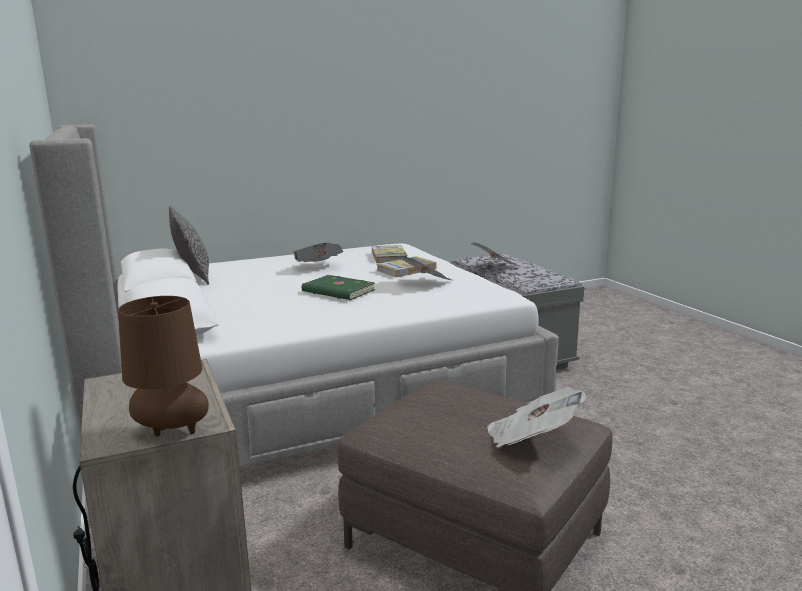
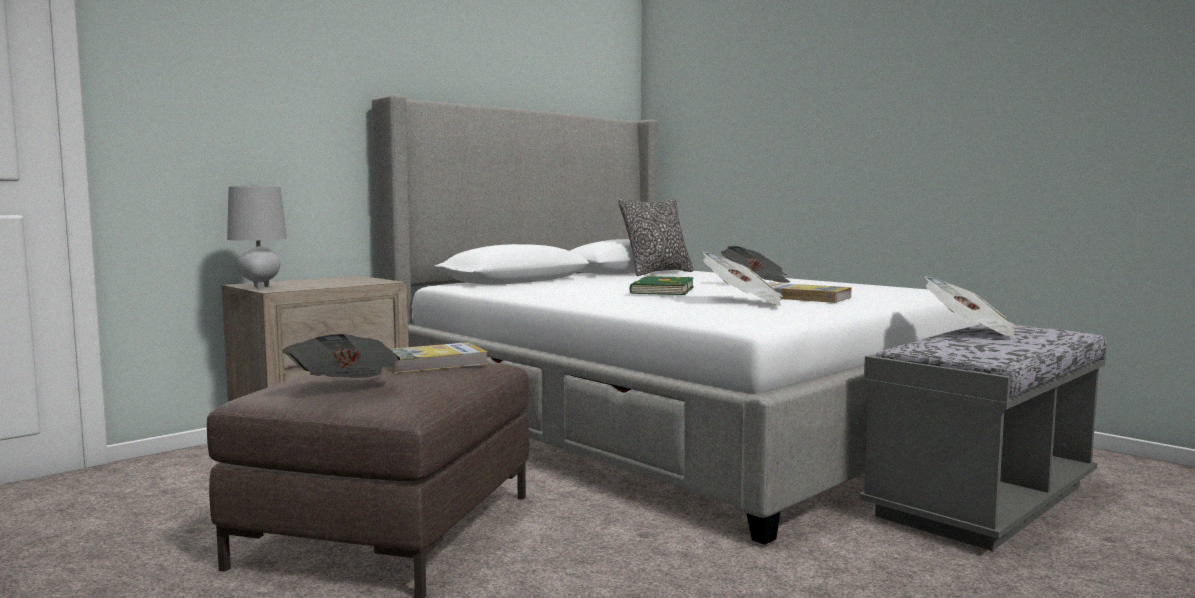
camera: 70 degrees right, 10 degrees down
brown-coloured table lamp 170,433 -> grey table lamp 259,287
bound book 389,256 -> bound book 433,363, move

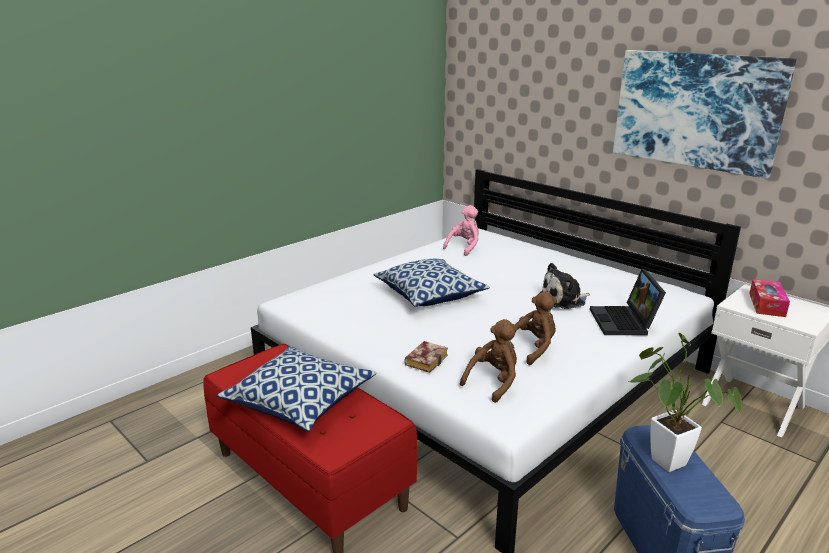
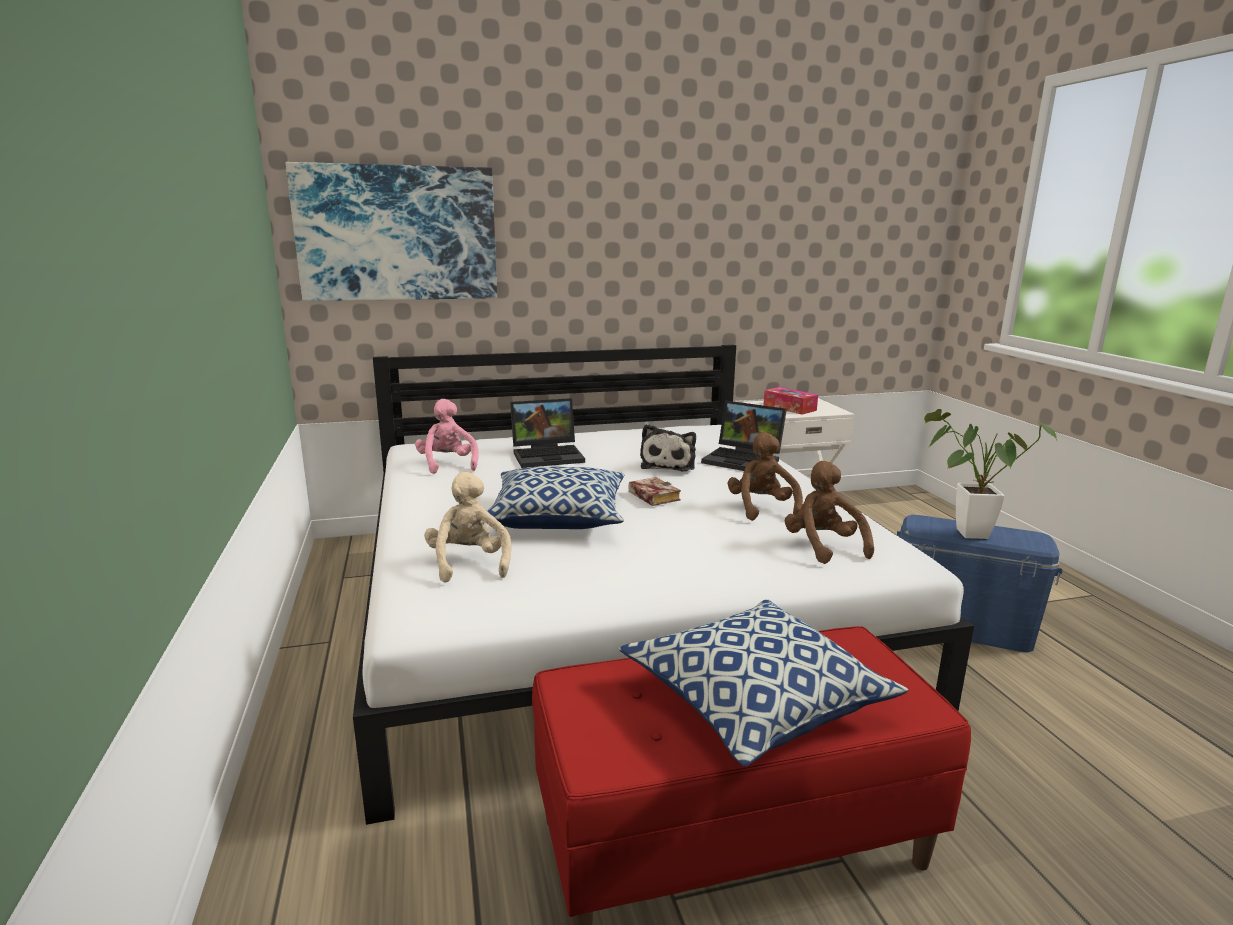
camera: 60 degrees left, 5 degrees down
wall art 696,110 -> wall art 397,233, move
none -> beige plush toy 469,563
none -> notebook computer 549,455
bound book 426,359 -> bound book 651,496, move

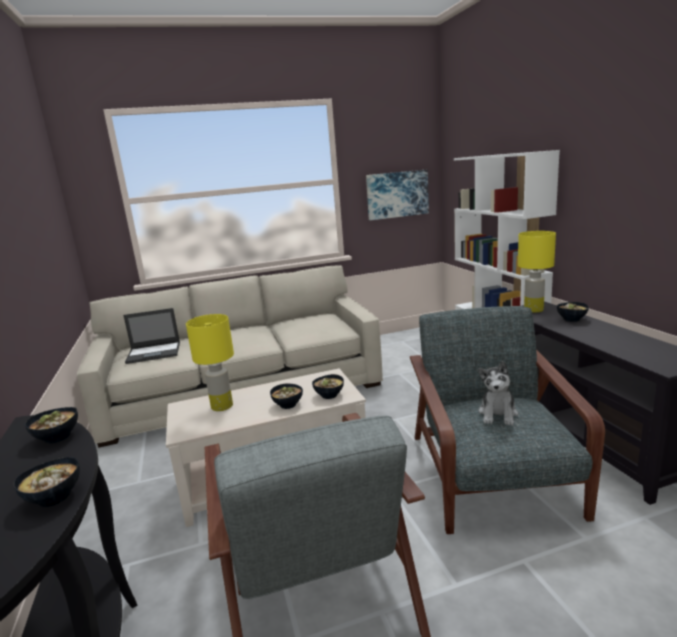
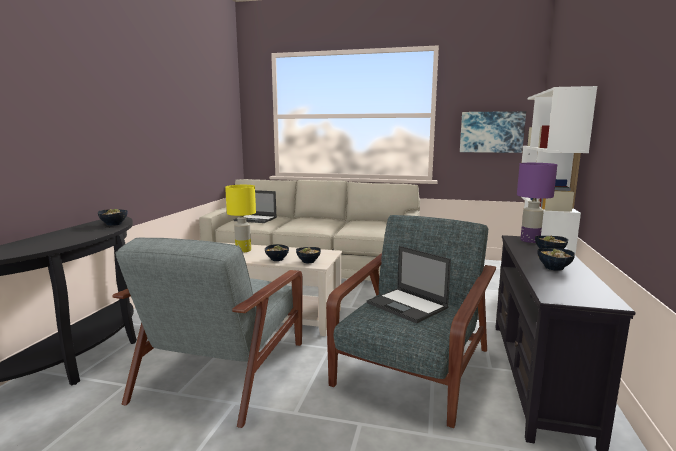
camera: 30 degrees right, 5 degrees down
plush toy 498,414 -> notebook computer 408,306
yellowish table lamp 533,310 -> purple-coloured table lamp 530,240
serving bowl 55,498 -> serving bowl 554,268, move

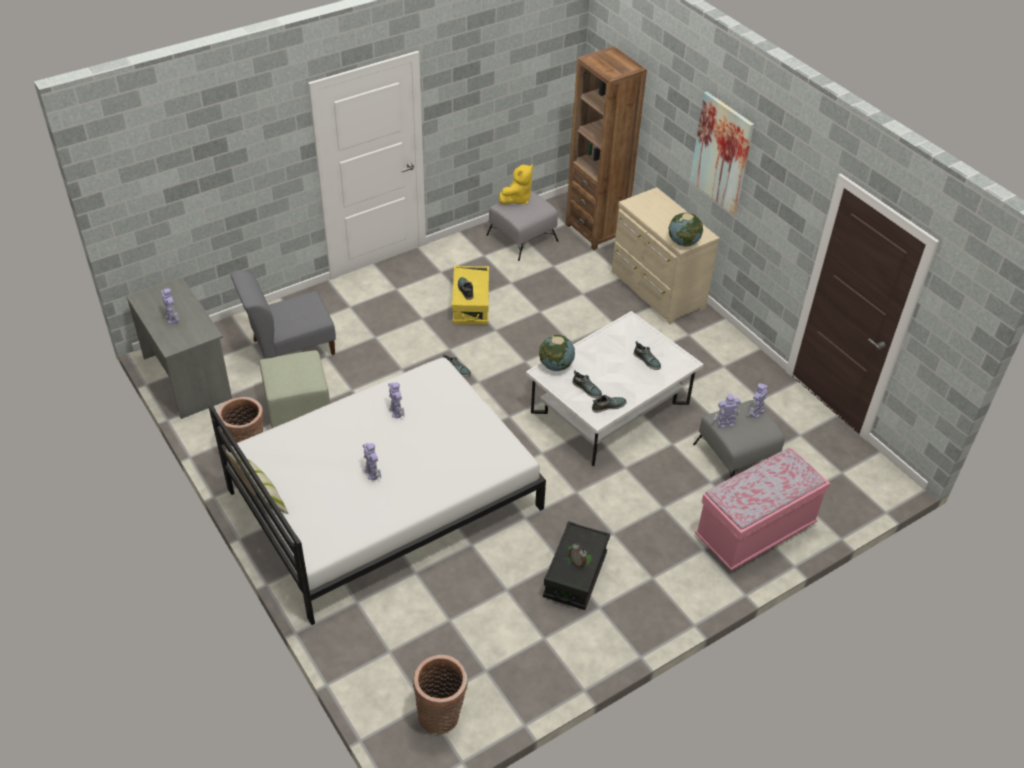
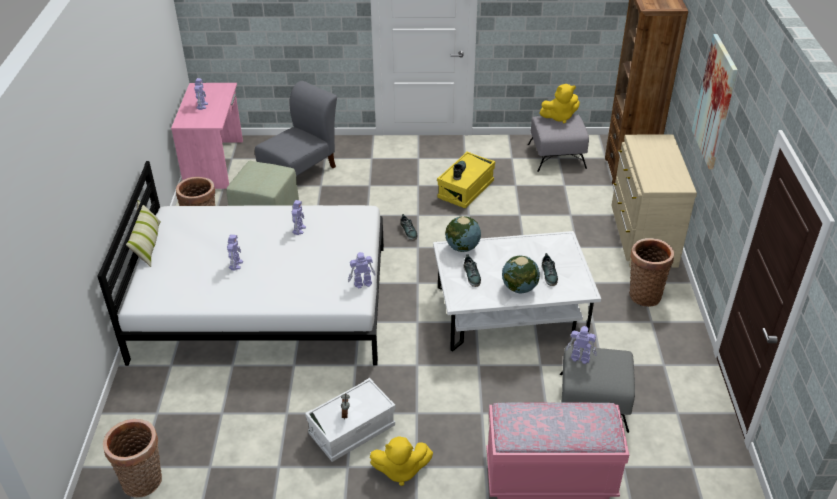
camera: 35 degrees right, 5 degrees down
grey desk 188,377 -> pink-coloured desk 215,164
grey plain chair 290,348 -> grey plain chair 301,170, 120 degrees clockwise
black storage bin 575,575 -> white-coloured storage bin 352,430
toy robot 755,412 -> toy robot 362,283, move
none -> yellowish plush toy 400,470
world globe 683,243 -> world globe 519,288, move
none -> basket 643,294
shoe 608,406 -> none

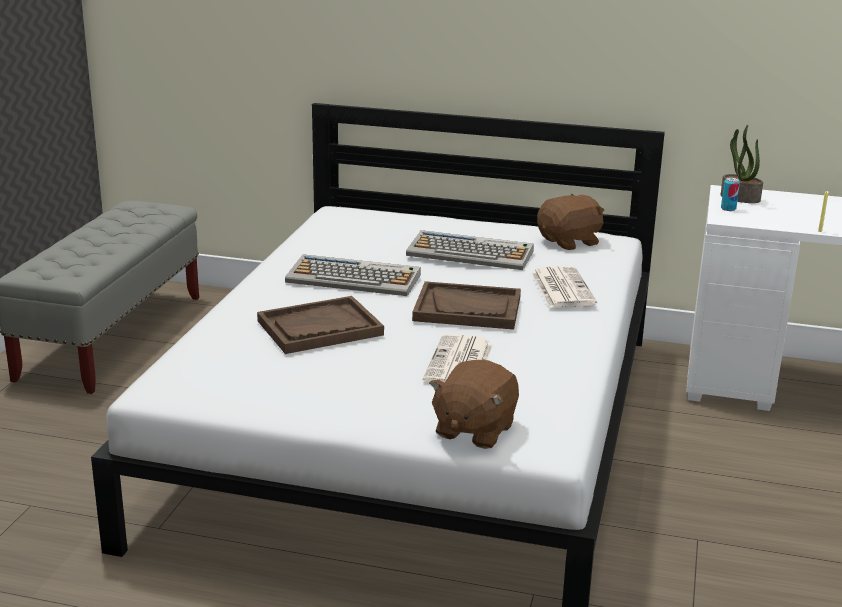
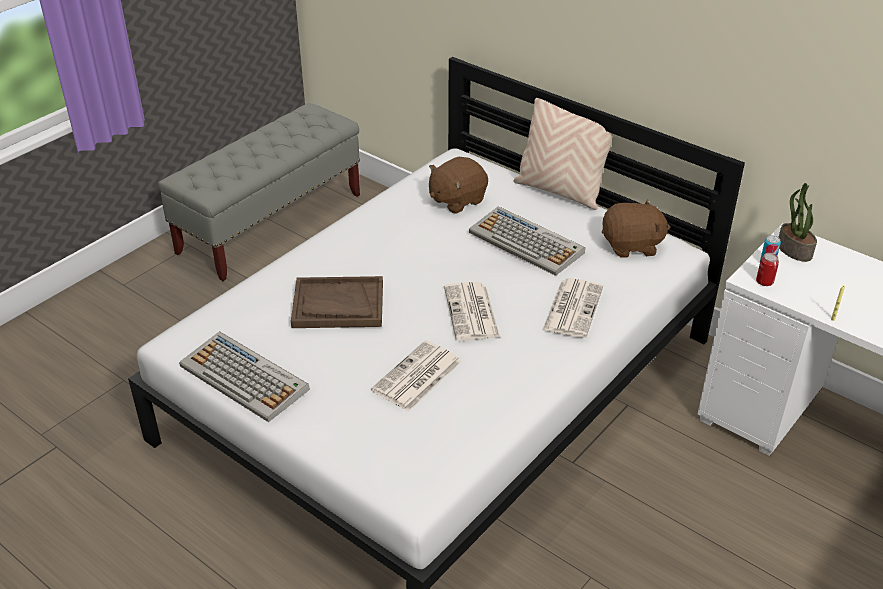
camera: 25 degrees right, 15 degrees up
computer keyboard 355,278 -> computer keyboard 245,378, move
brown-coloured plush toy 473,430 -> brown-coloured plush toy 456,200, move
brown-coloured carrying tray 468,309 -> printed paper 472,313
none -> beige pillow 560,191
none -> metal can 764,282

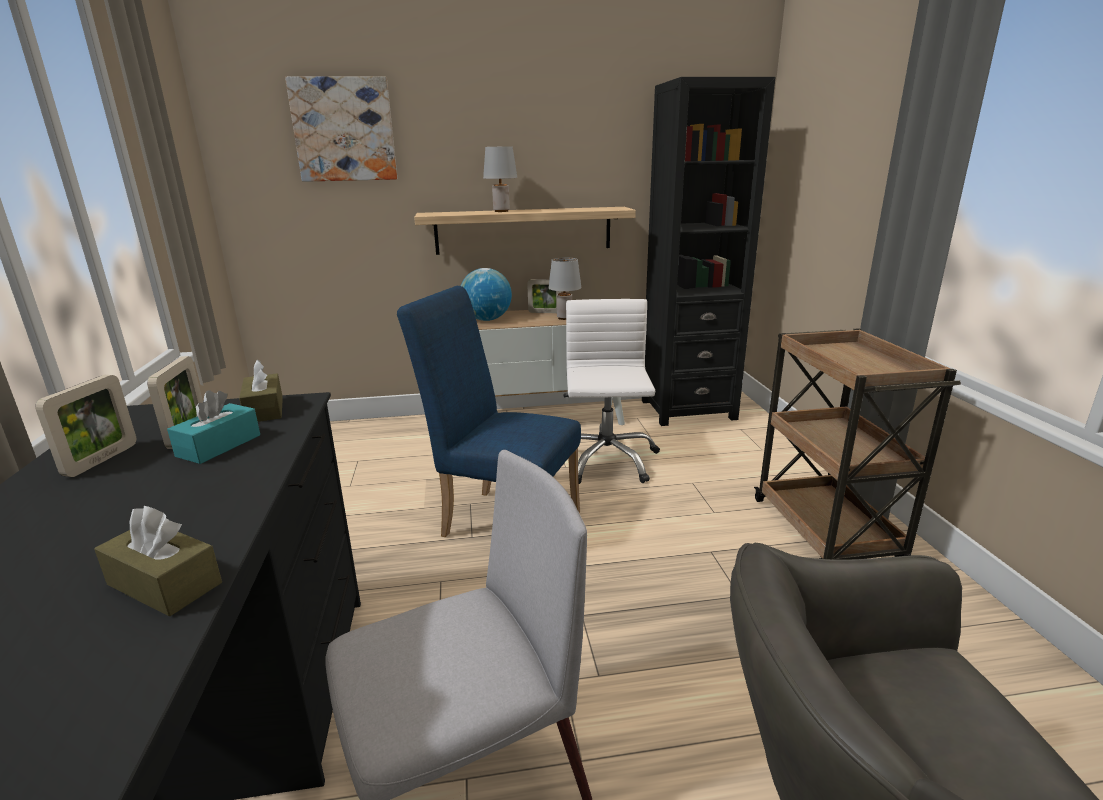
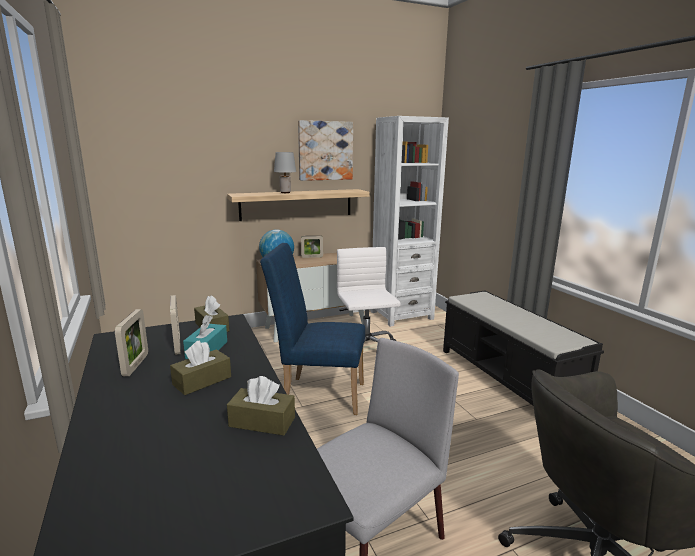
camera: 15 degrees left, 5 degrees down
none -> brown-coloured tissue holder 202,381
wall art 344,130 -> wall art 325,150, move
black bookshelf 687,409 -> white-coloured bookshelf 401,315
brown-coloured wheeled cart 826,532 -> black indoor bench 508,378
grey table lamp 564,318 -> none

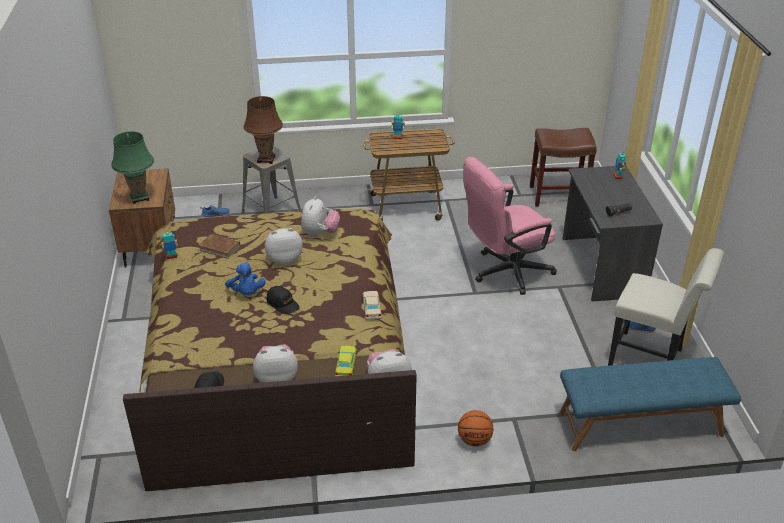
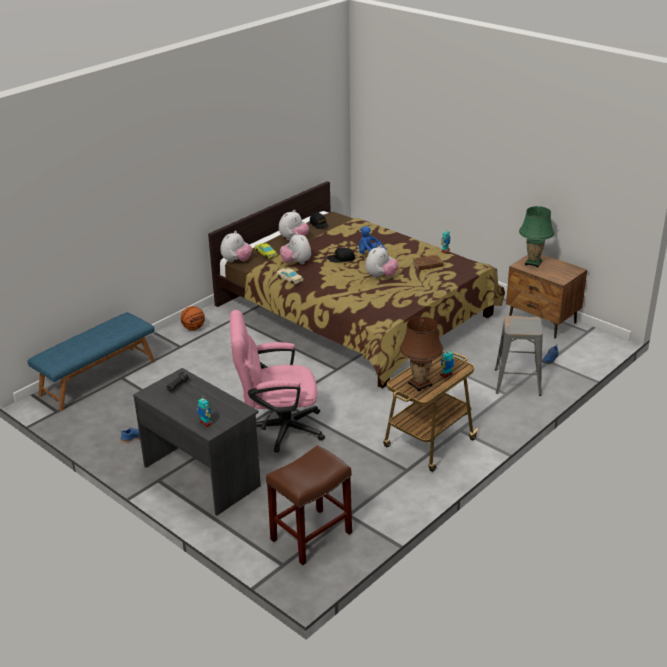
camera: 140 degrees right, 5 degrees down
pink-coloured desk chair 505,272 -> pink-coloured desk chair 277,429, 120 degrees counterclockwise
plush toy 320,233 -> plush toy 296,263, move
brown-coloured table lamp 266,159 -> brown-coloured table lamp 419,384, move
white-coloured plain chair 651,360 -> none

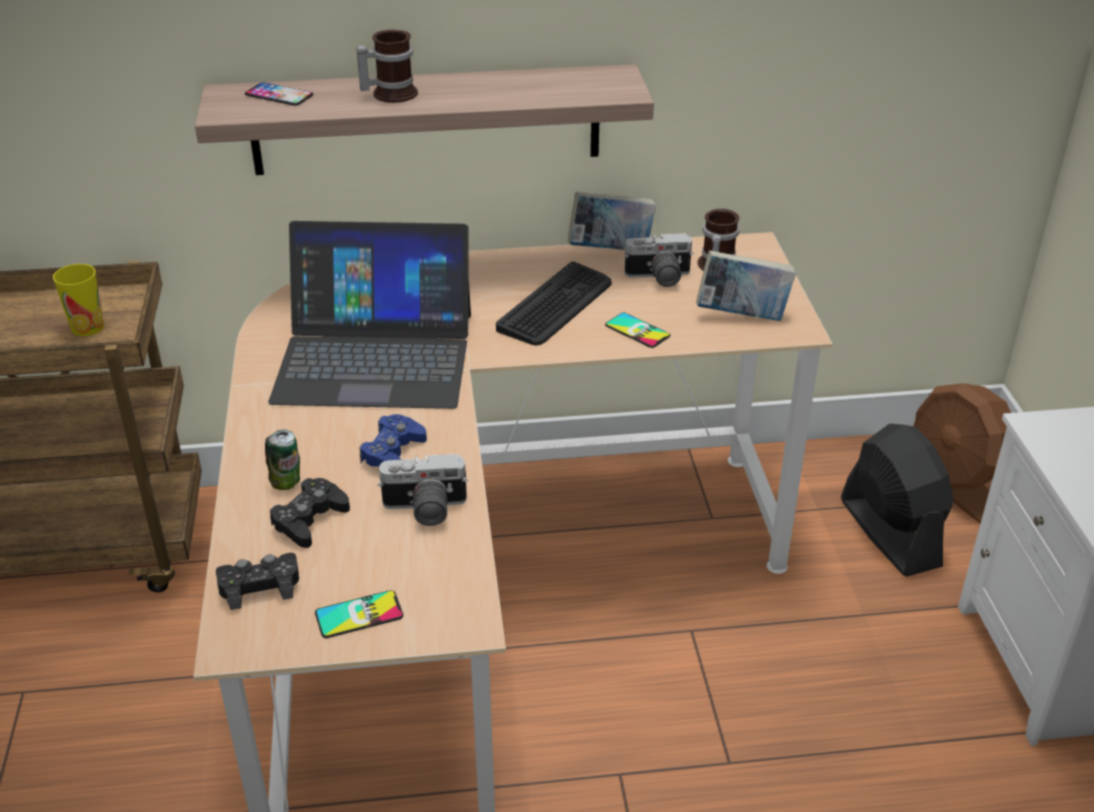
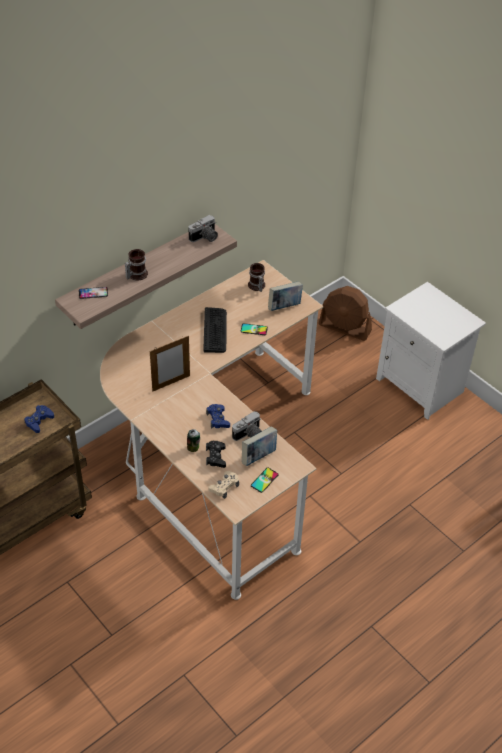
camera: 35 degrees left, 10 degrees up
cup 87,327 -> blue joypad 39,421
notebook computer 375,356 -> standing frame 171,383
photo camera 658,278 -> photo camera 205,238, move
black joypad 260,586 -> beige joypad 224,487
bound book 610,250 -> bound book 258,456, move
black fan 889,532 -> none

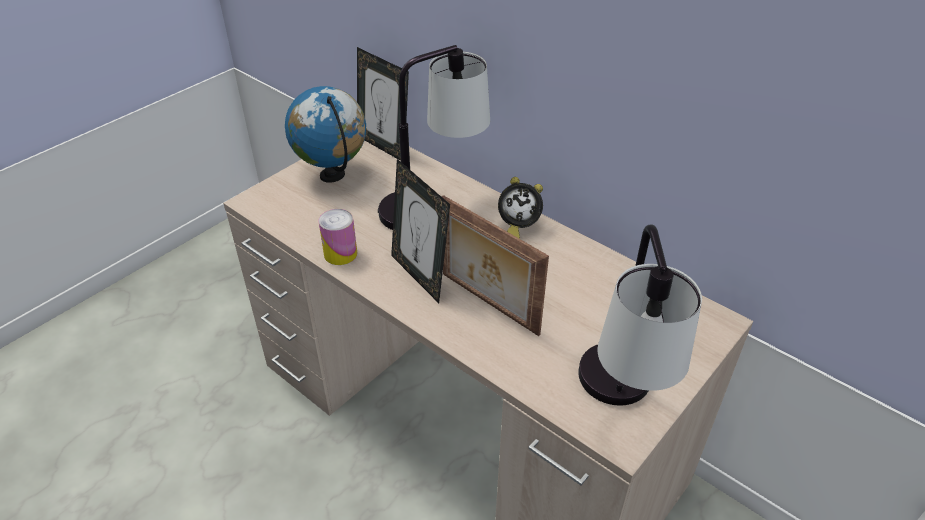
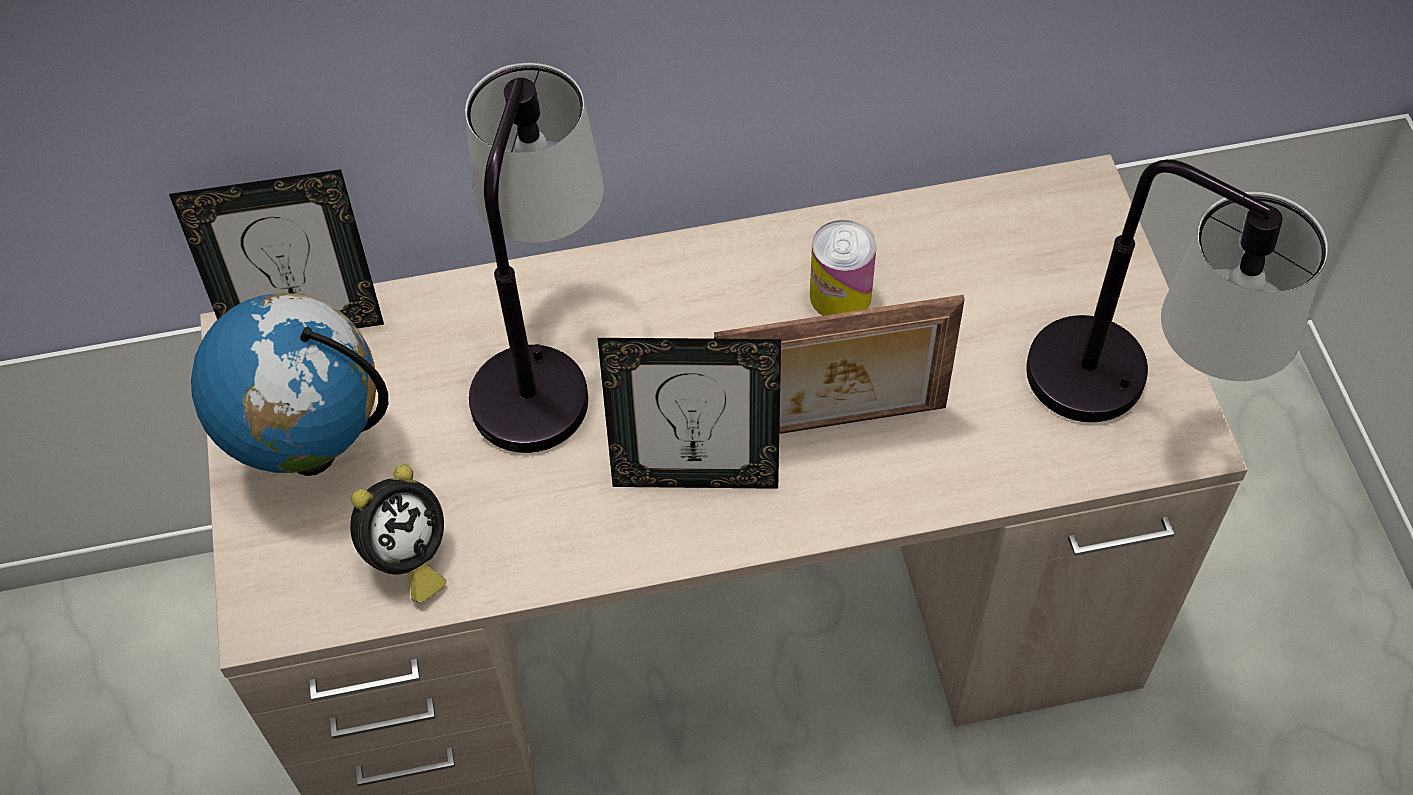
camera: 50 degrees left, 15 degrees up
alarm clock 517,228 -> alarm clock 407,559, move
metal can 340,253 -> metal can 840,295, move

